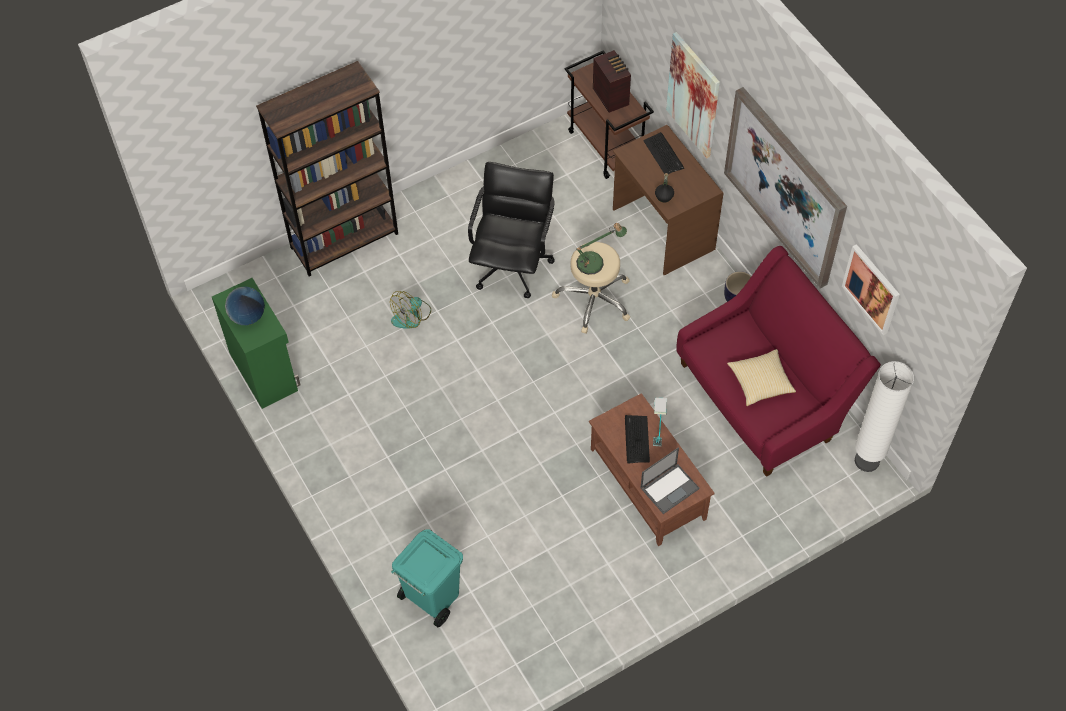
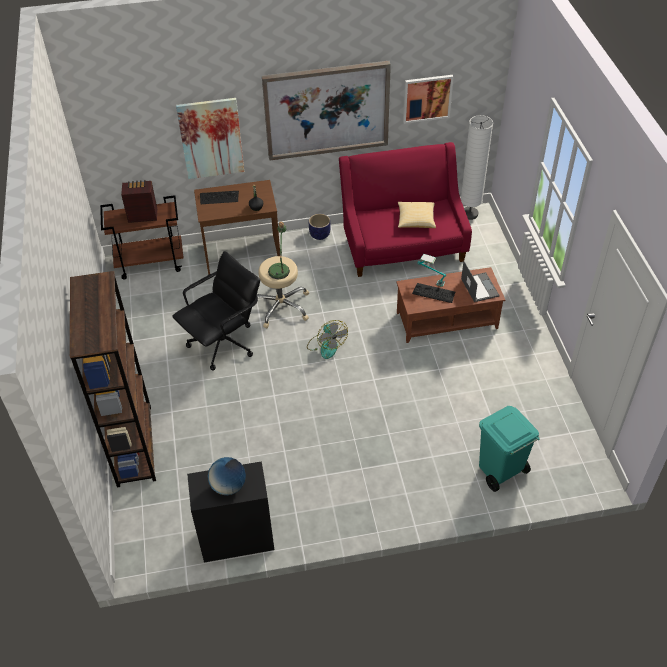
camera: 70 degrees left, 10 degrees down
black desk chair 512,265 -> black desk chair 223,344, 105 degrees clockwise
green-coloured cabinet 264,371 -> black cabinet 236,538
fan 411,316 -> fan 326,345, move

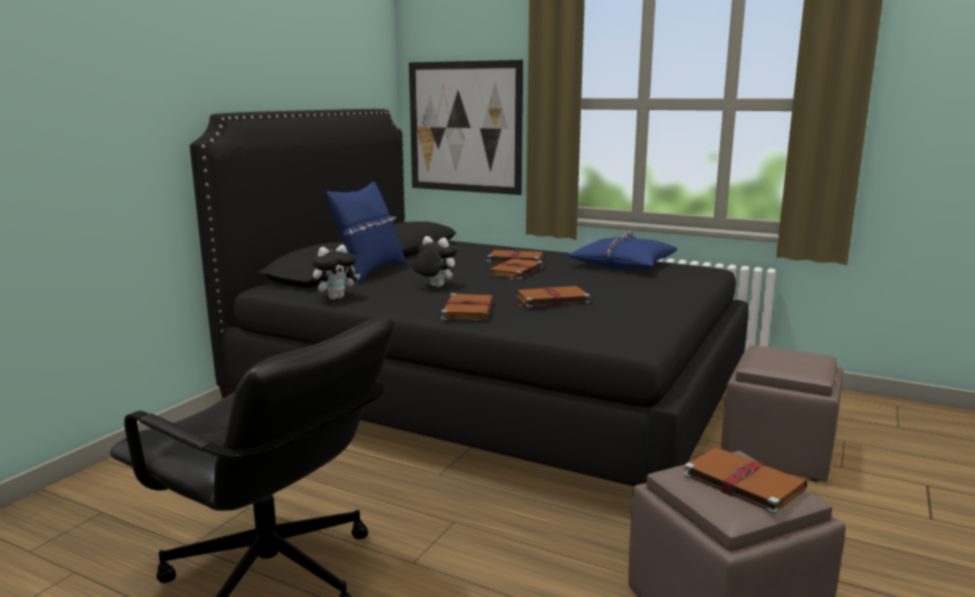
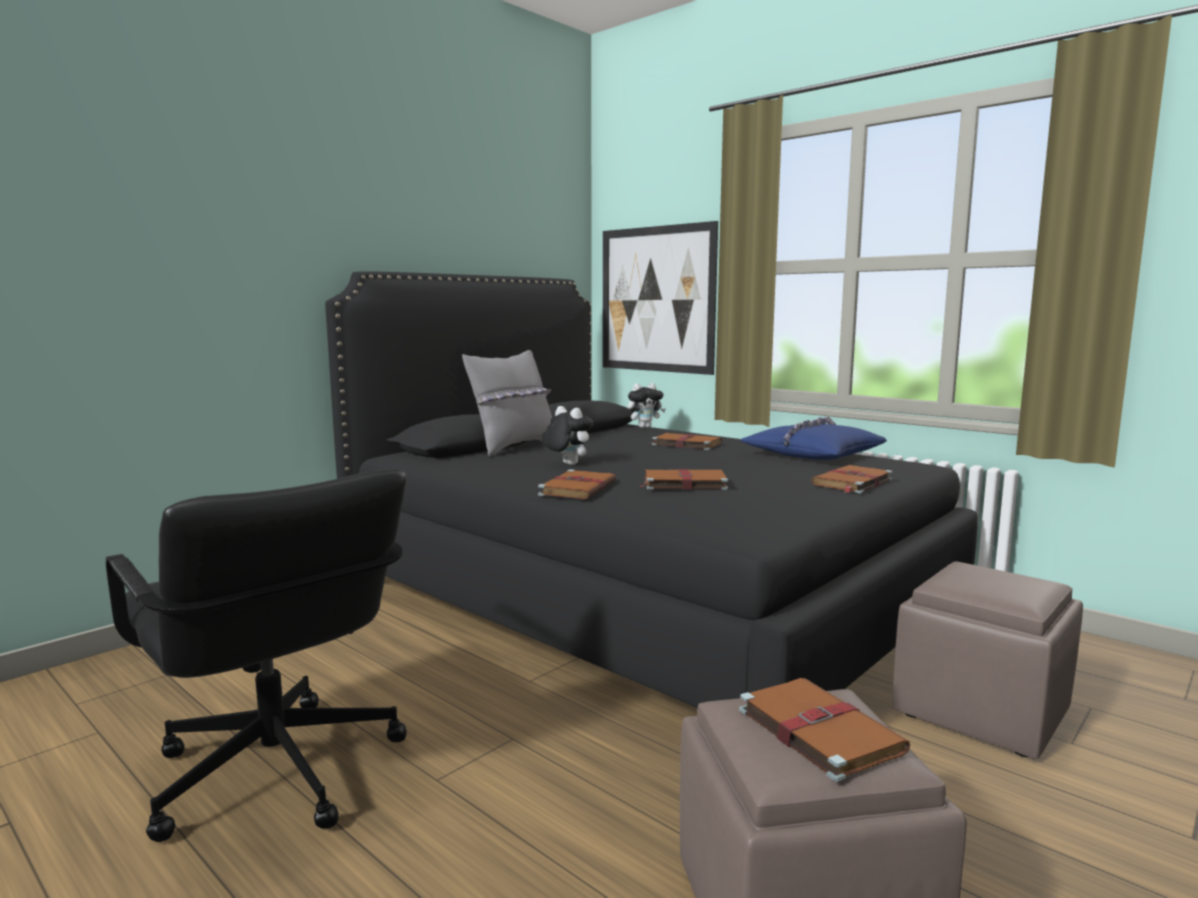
camera: 15 degrees right, 5 degrees down
blue pillow 370,271 -> grey pillow 513,447
plush toy 336,298 -> plush toy 645,427, move
brown-coloured bound book 514,271 -> brown-coloured bound book 851,482, move

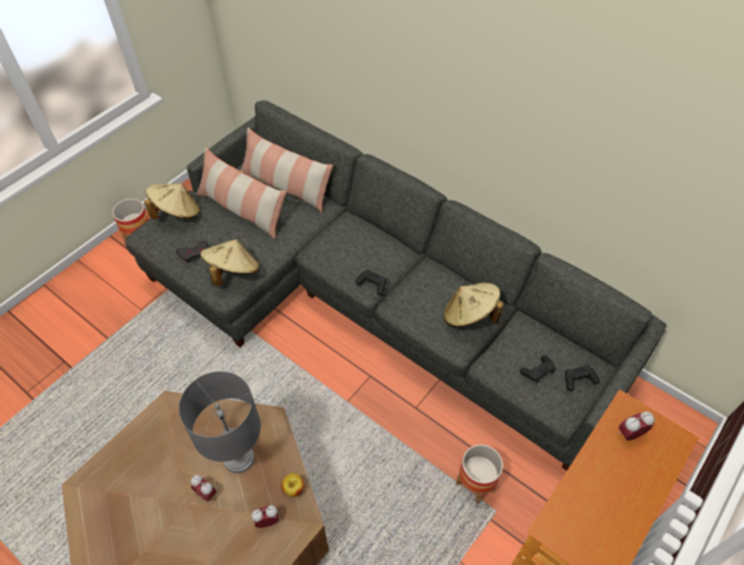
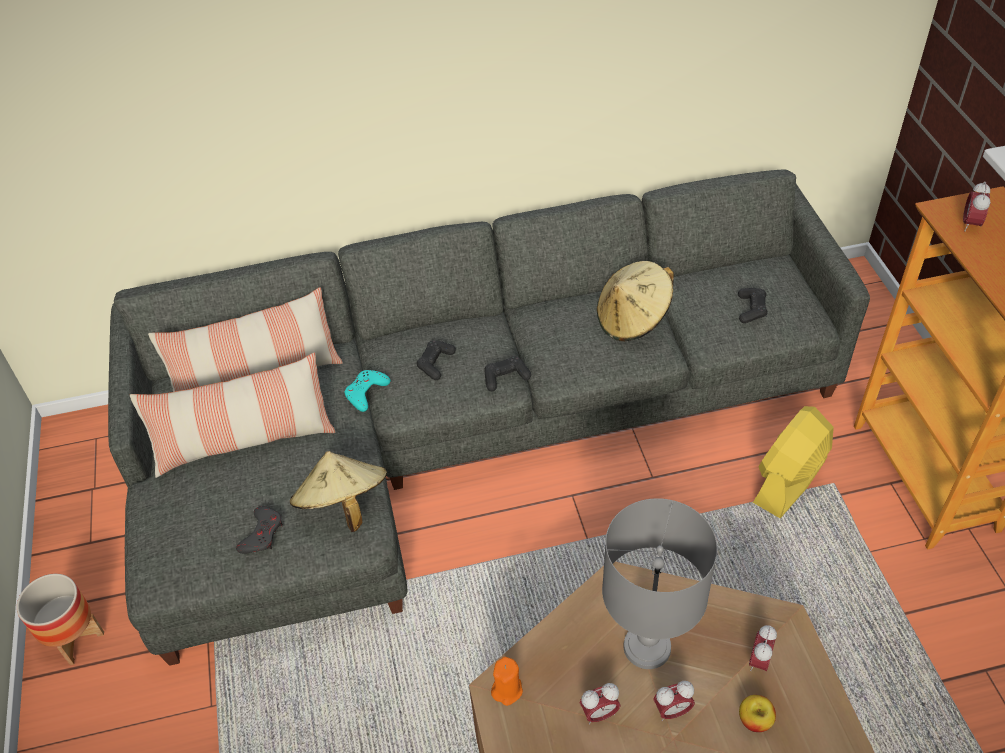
camera: 50 degrees left, 5 degrees down
none -> turquoise-coloured joypad 366,392
black joypad 579,380 -> black joypad 435,363, move
none -> orangey candle 507,690
none -> alarm clock 599,714
whole apple 294,488 -> whole apple 755,720, move
planter 475,483 -> yellowish fan 789,481
beige wearable hat 177,213 -> none

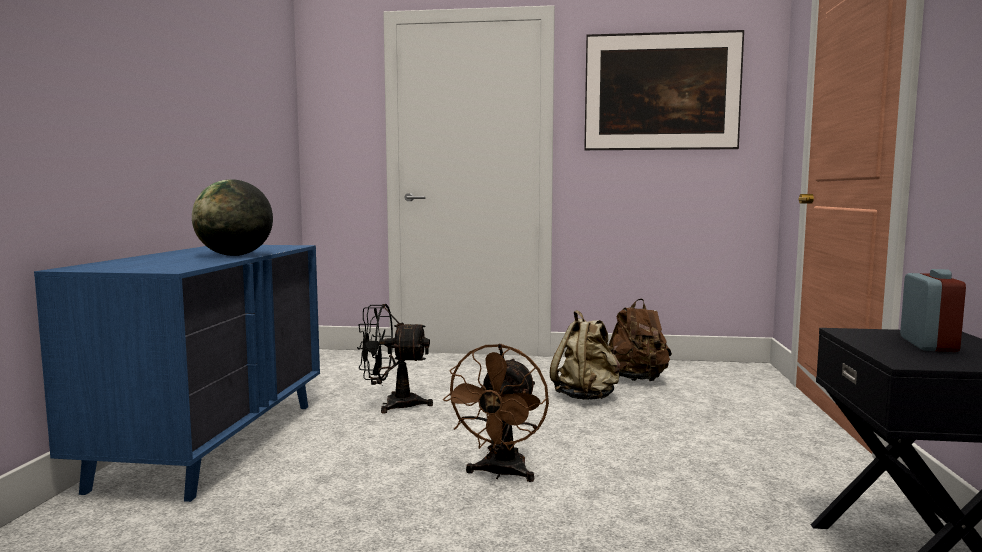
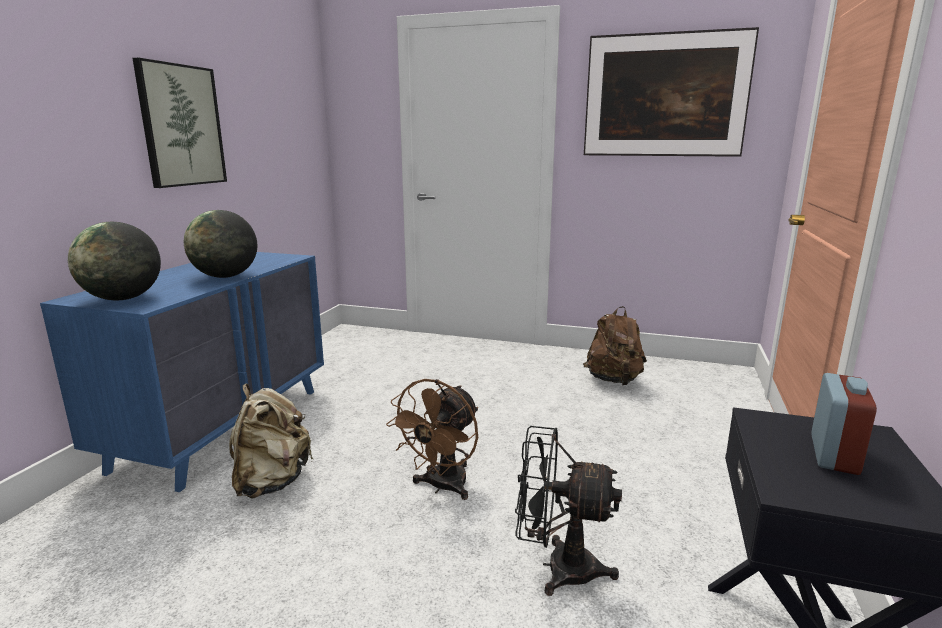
camera: 10 degrees right, 10 degrees up
none -> world globe 123,299
none -> wall art 181,126
beige rucksack 586,397 -> beige rucksack 272,482, move
black fan 393,404 -> black fan 558,567, move

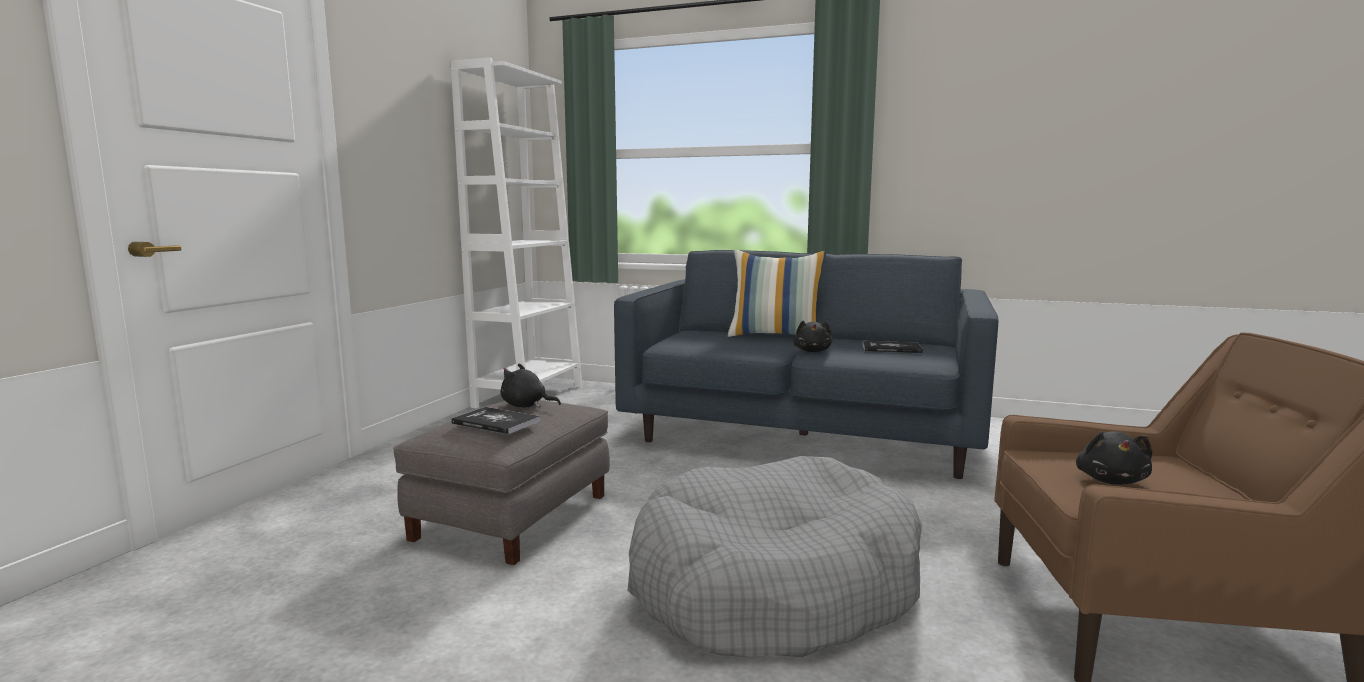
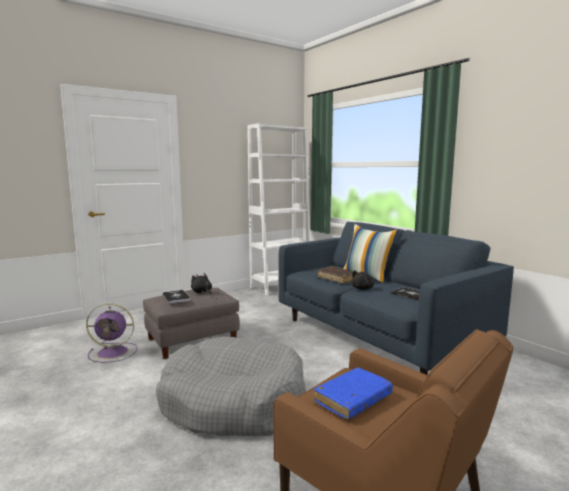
camera: 35 degrees right, 0 degrees up
none -> purple-coloured fan 114,352
black plush toy 1111,480 -> blue bound book 353,399
none -> brown-coloured bound book 338,279

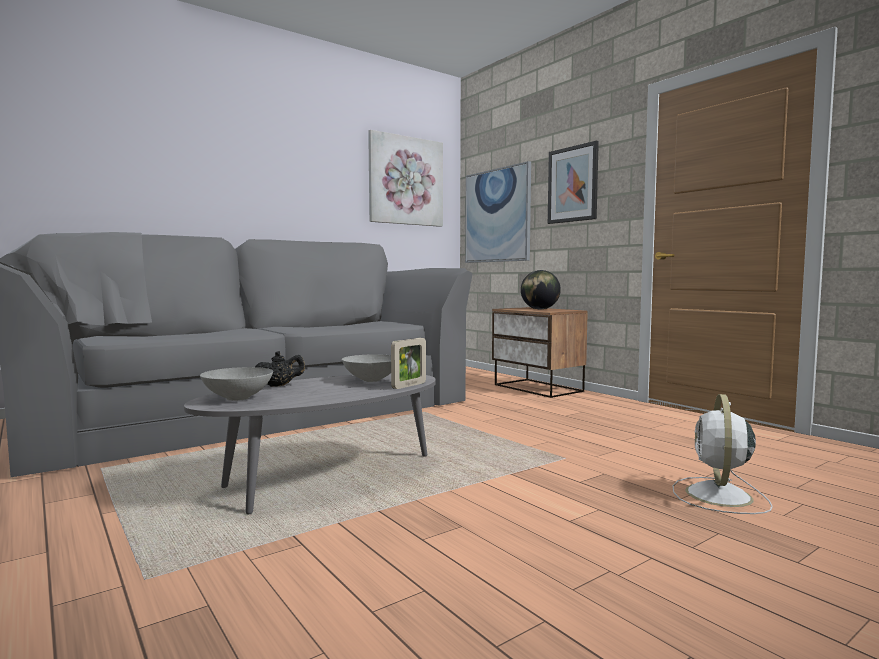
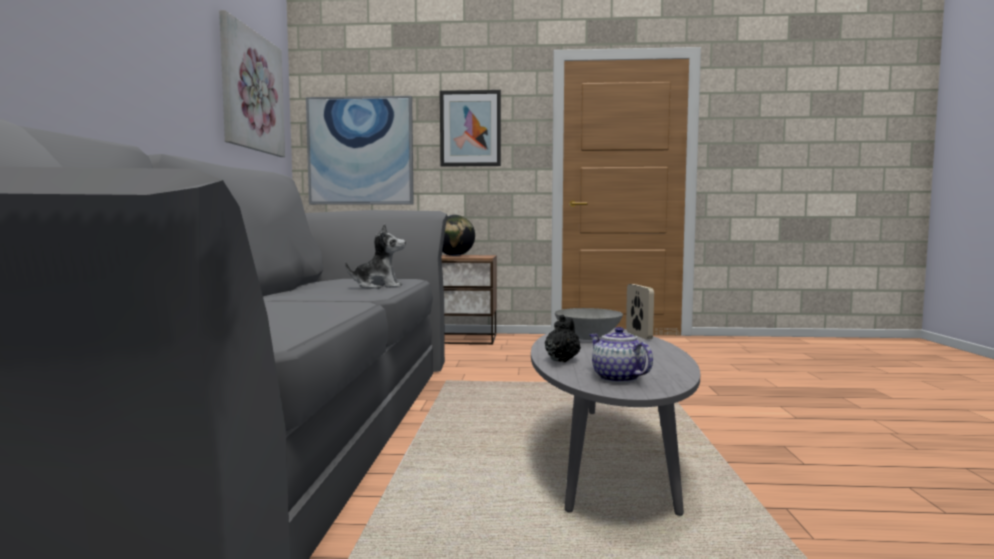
camera: 50 degrees left, 0 degrees up
none -> plush toy 378,286
grey serving bowl 238,398 -> tea pot 616,378
white-coloured fan 719,496 -> none

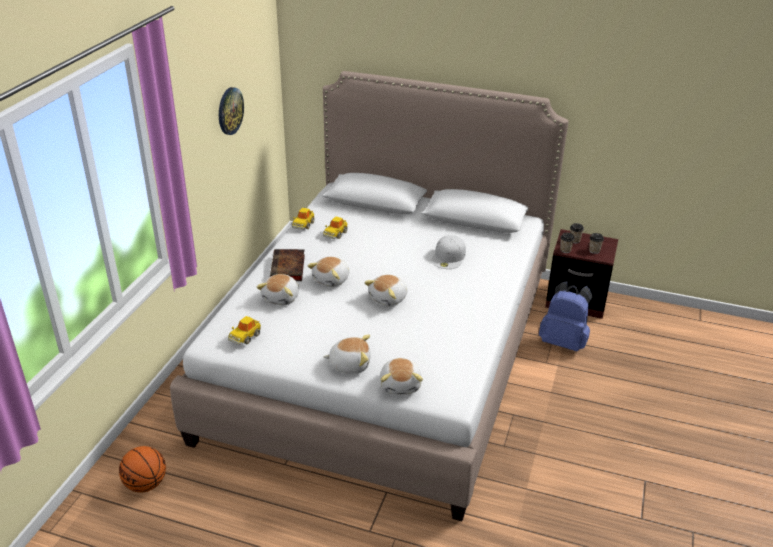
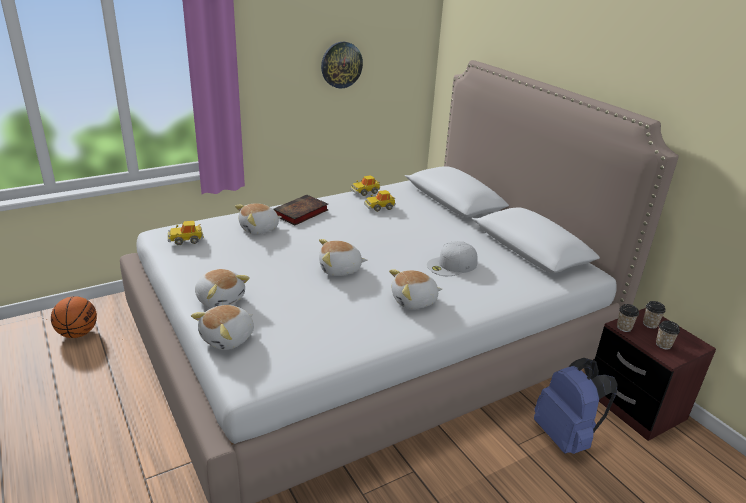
camera: 40 degrees right, 5 degrees down
plush toy 332,280 -> plush toy 414,301, move

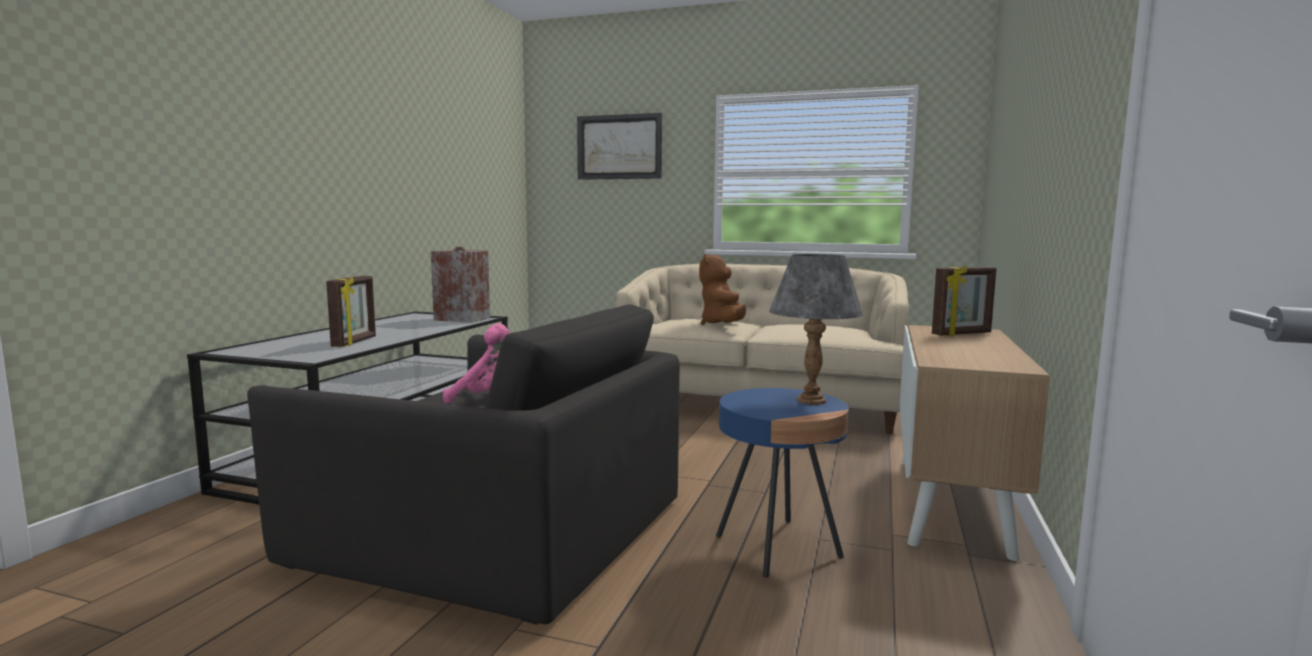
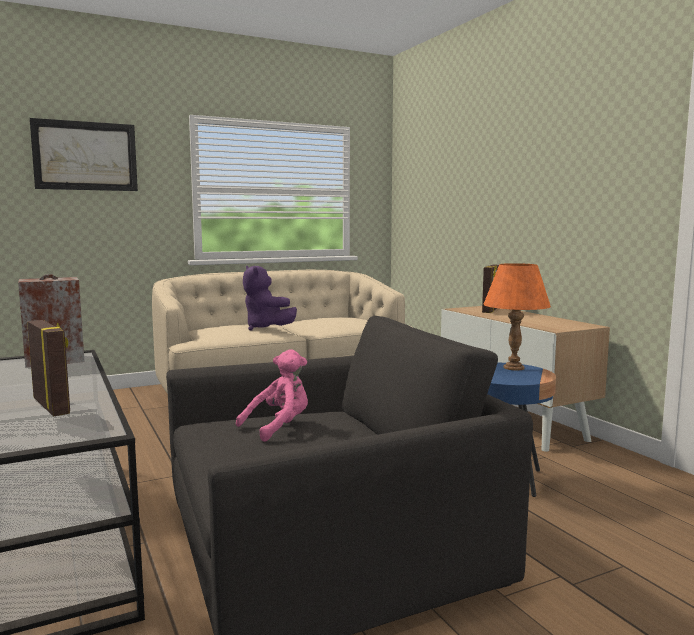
camera: 45 degrees left, 0 degrees up
brown-coloured plush toy 723,325 -> purple-coloured plush toy 266,328
grey table lamp 811,400 -> orangey table lamp 513,368

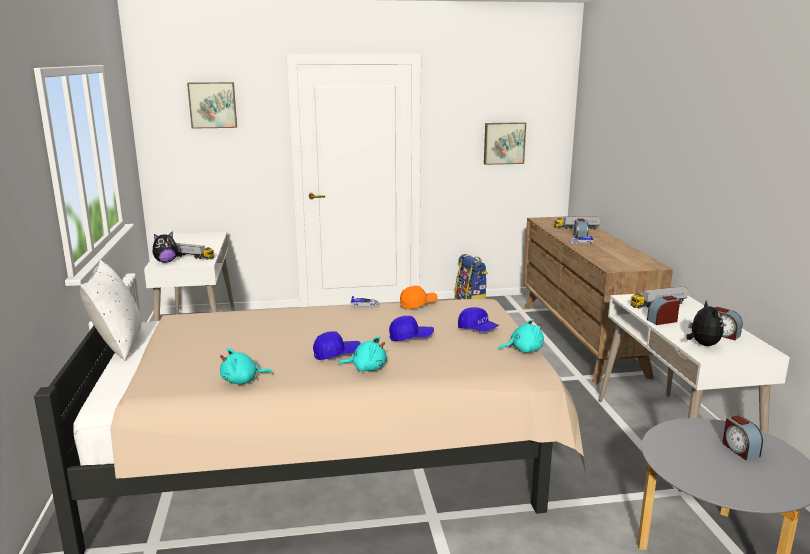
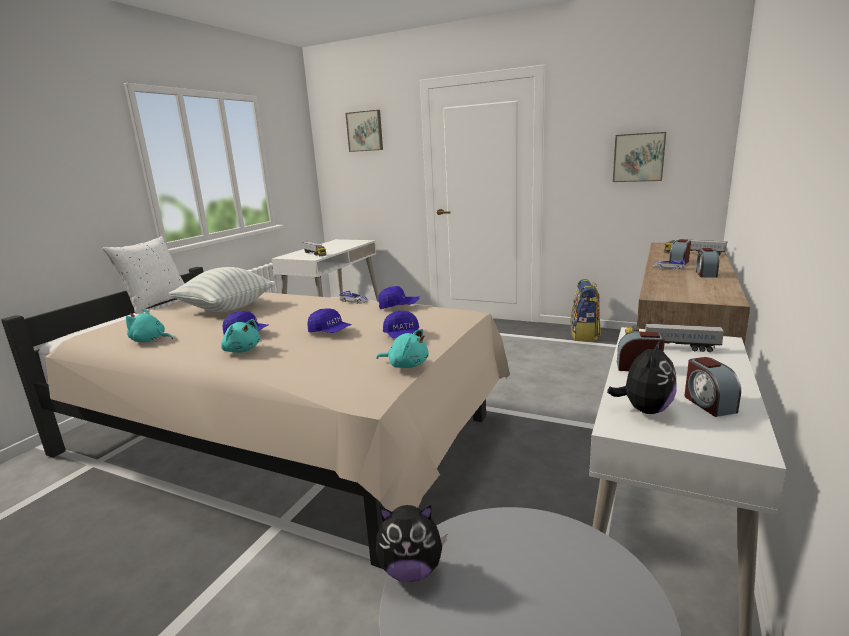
camera: 35 degrees right, 0 degrees up
none -> pillow 226,308
plush toy 166,261 -> plush toy 411,570, move
orangey peaked cap 418,304 -> blue peaked cap 399,306
alarm clock 739,449 -> alarm clock 705,274, move

